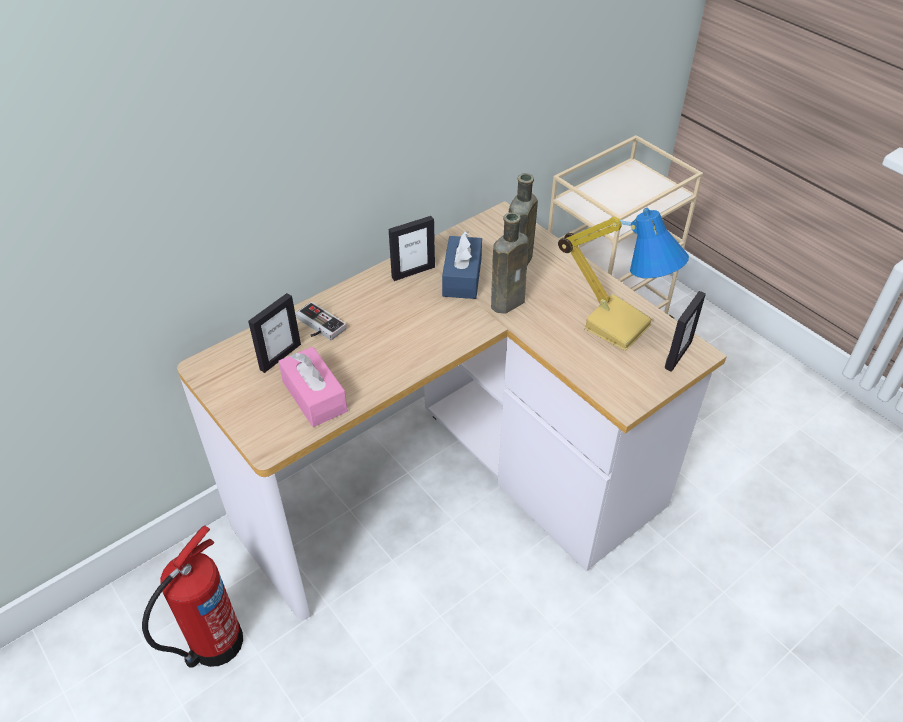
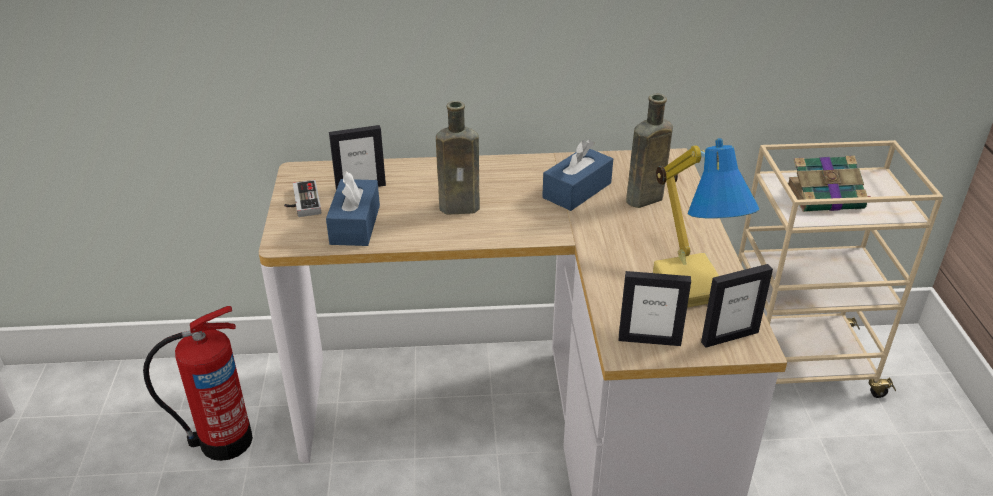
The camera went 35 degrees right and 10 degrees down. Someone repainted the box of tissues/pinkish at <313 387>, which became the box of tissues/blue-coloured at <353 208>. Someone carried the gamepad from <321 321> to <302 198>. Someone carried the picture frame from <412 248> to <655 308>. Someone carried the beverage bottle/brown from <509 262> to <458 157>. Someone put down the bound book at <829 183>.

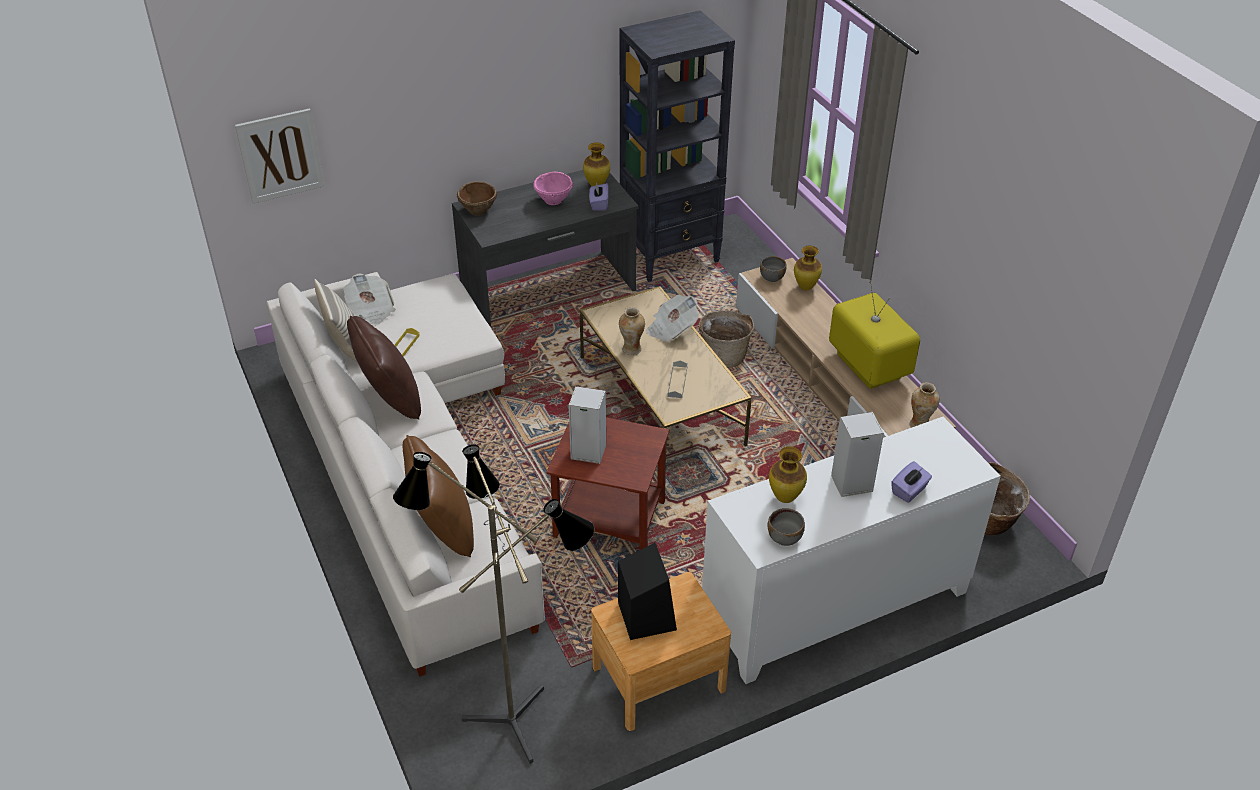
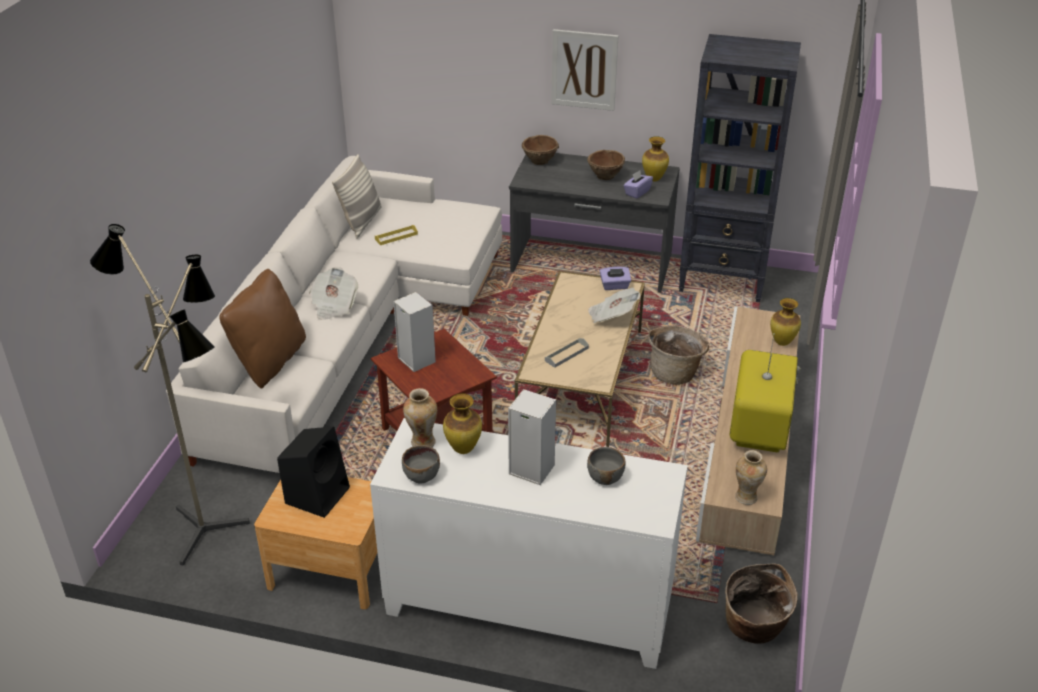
The camera went 40 degrees right and 5 degrees down. Someone carried the wall art from <279 156> to <584 70>. Someone carried the newspaper from <369 299> to <333 293>. Someone took away the cushion/brown at <384 367>. Someone repainted the deep dish/pinkish at <553 188>, which became the deep dish/brown at <606 165>. Someone carried the flower vase from <632 331> to <420 417>. Someone carried the deep dish/grey from <773 269> to <606 466>. Someone carried the box of tissues/purple from <911 482> to <615 278>.

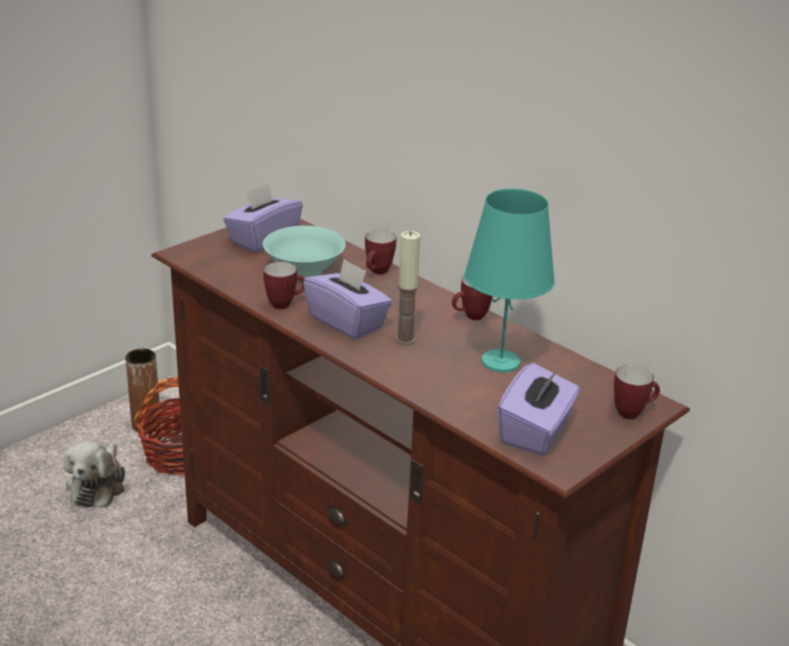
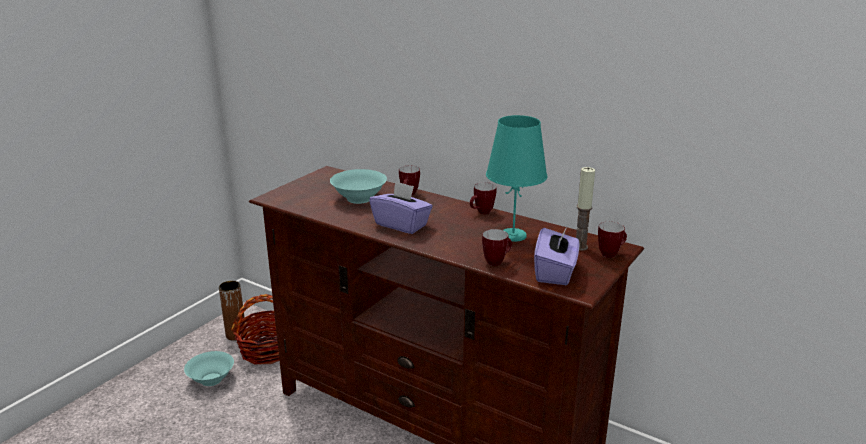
The camera went 10 degrees left and 5 degrees down. Someone swapped the plush toy at <94 474> for the deep dish/turquoise-coloured at <209 368>. Someone took away the box of tissues/purple at <263 218>. Someone carried the coffee mug from <283 285> to <497 247>. Someone carried the wax light from <407 288> to <585 209>.

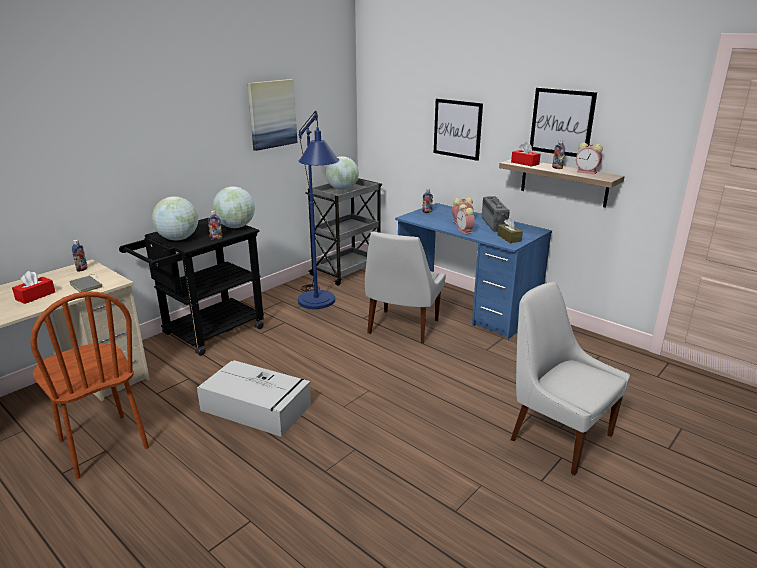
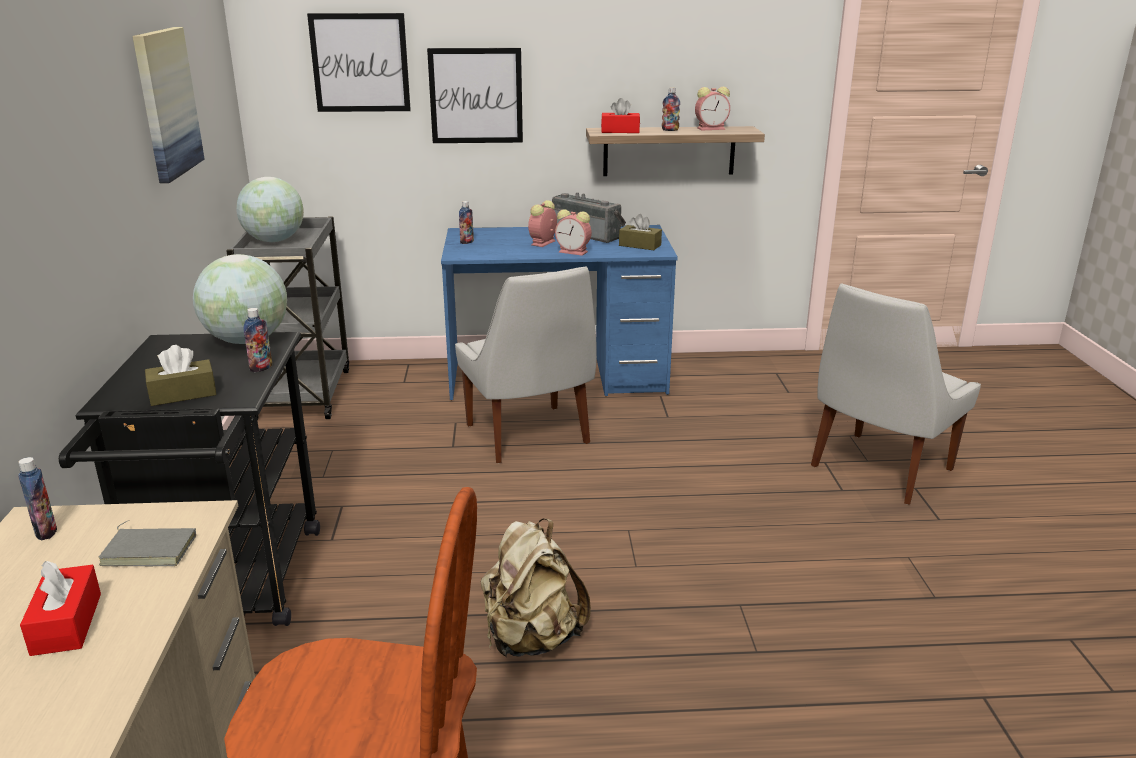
The camera went 45 degrees left and 0 degrees up. Someone swapped the world globe at <175 218> for the box of tissues/brown at <181 375>. Someone swapped the storage bin/grey at <254 398> for the rucksack/beige-coloured at <536 587>. Someone took away the floor lamp/blue-coloured at <318 210>. Someone rotated the upright chair/white-coloured at <570 378> by 45 degrees counterclockwise. Someone carried the wall art from <563 122> to <359 62>.

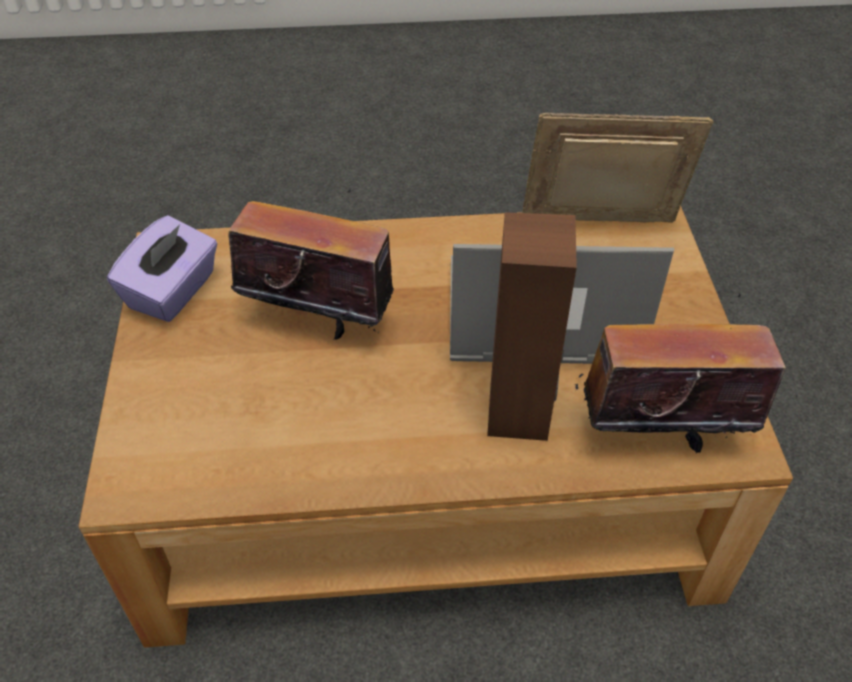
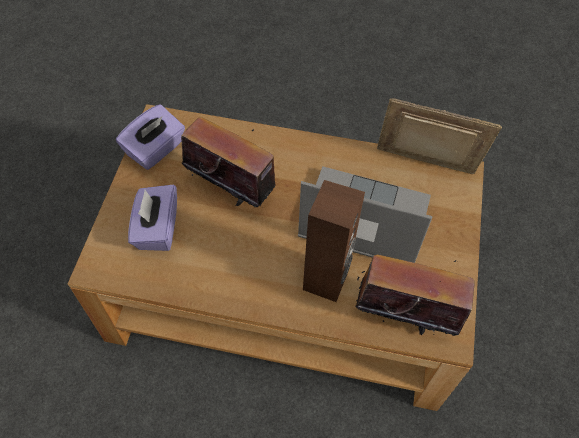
The camera went 15 degrees right and 10 degrees up. Someone put down the box of tissues/purple at <152 217>.

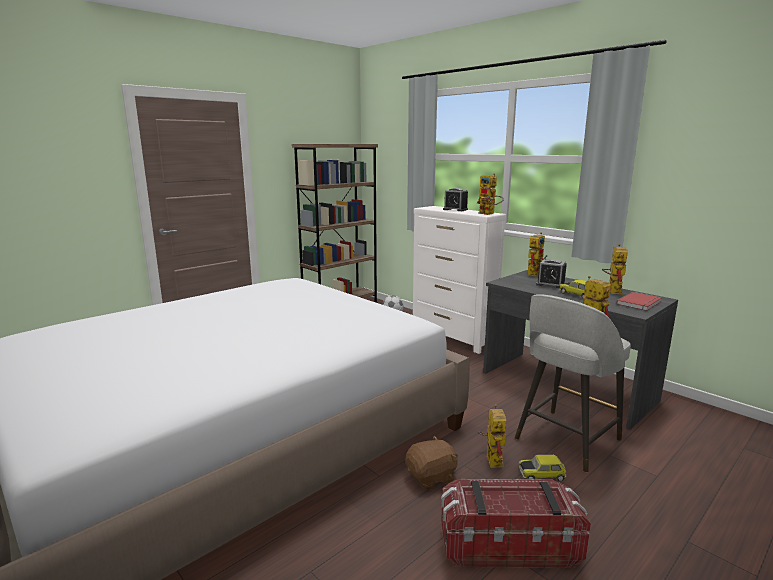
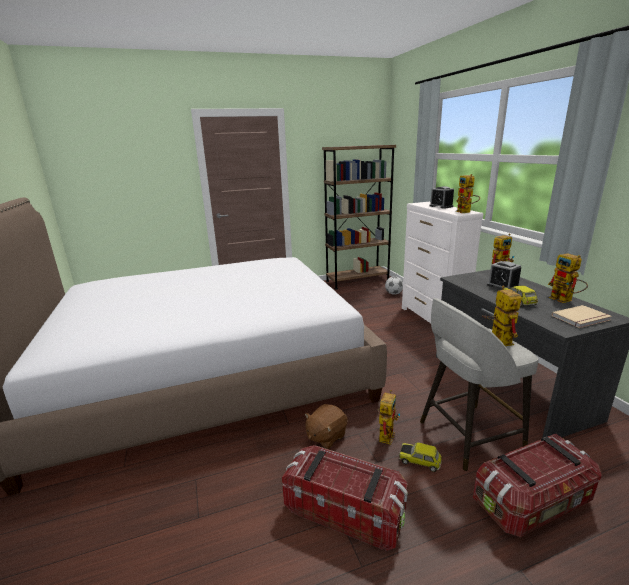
The camera went 25 degrees right and 5 degrees up. Someone rotated the plush toy/brown at <432 463> by 135 degrees clockwise. Someone rotated the model robot at <615 269> by 120 degrees clockwise. Someone repainted the bound book/reddish at <639 301>, which became the bound book/beige-coloured at <582 316>. Someone put down the storage bin at <537 485>.

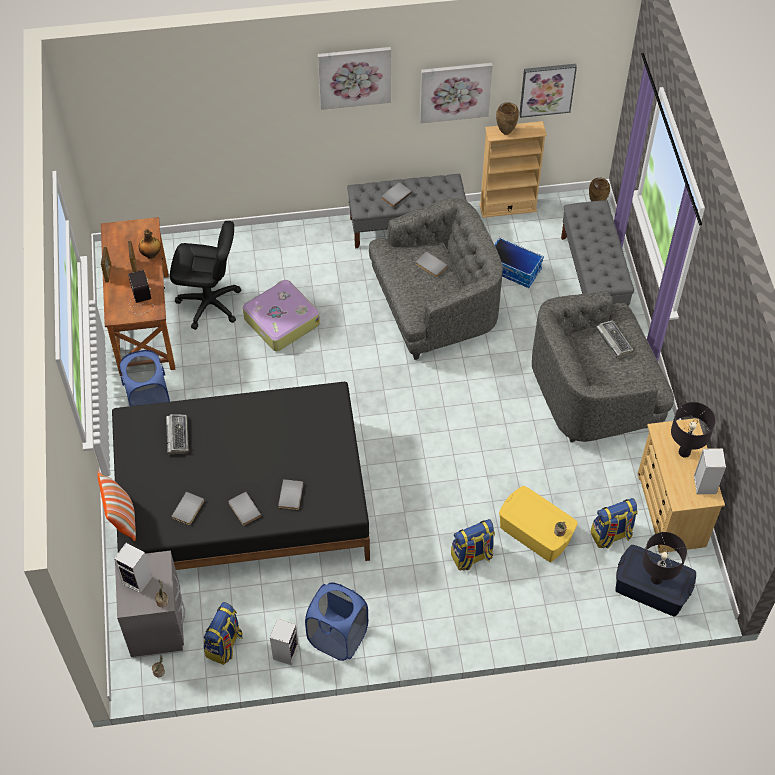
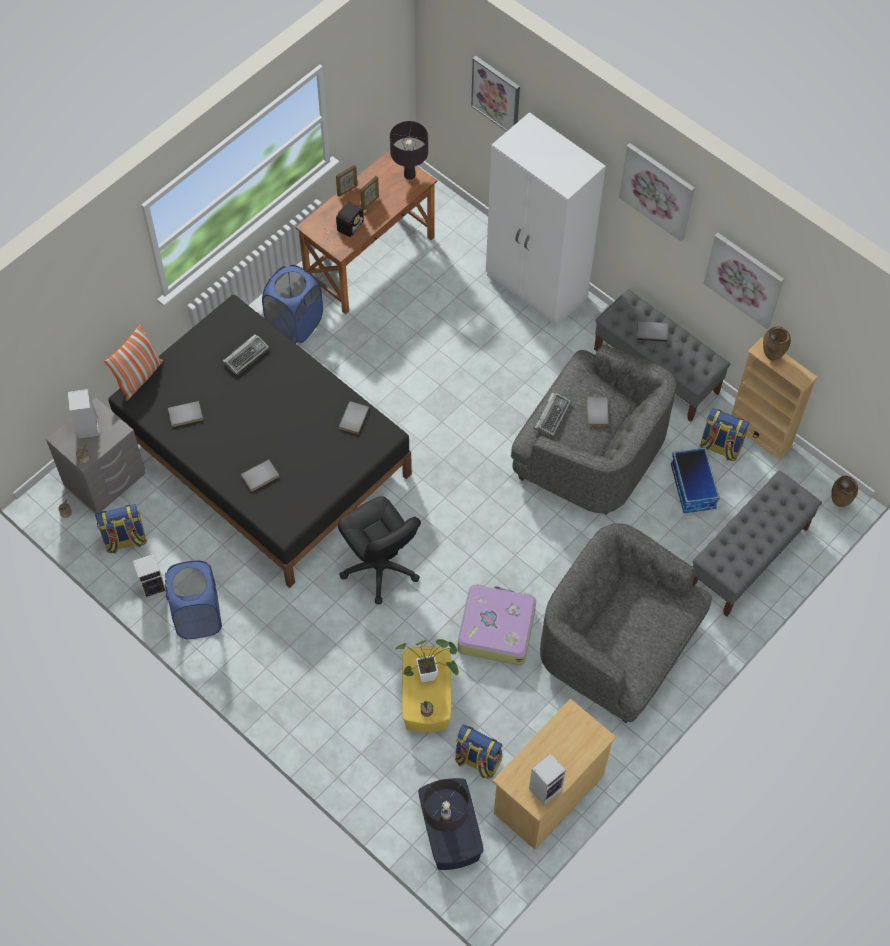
The camera went 50 degrees right and 5 degrees up. Someone took away the beverage bottle at <149 244>. Someone carried the office chair/blackish from <205 275> to <379 550>. Someone carried the bound book/grey from <245 508> to <354 418>. Someone carried the suitcase from <281 315> to <497 624>. Someone carried the rucksack from <473 545> to <724 434>. Someone carried the wall art from <548 91> to <495 94>. Someone carried the computer keyboard from <615 339> to <552 415>. Someone carried the lamp for a table/blackish from <693 430> to <409 150>. Someone put down the potted plant at <427 660>. Someone put down the wardrobe/white-coloured at <546 219>.

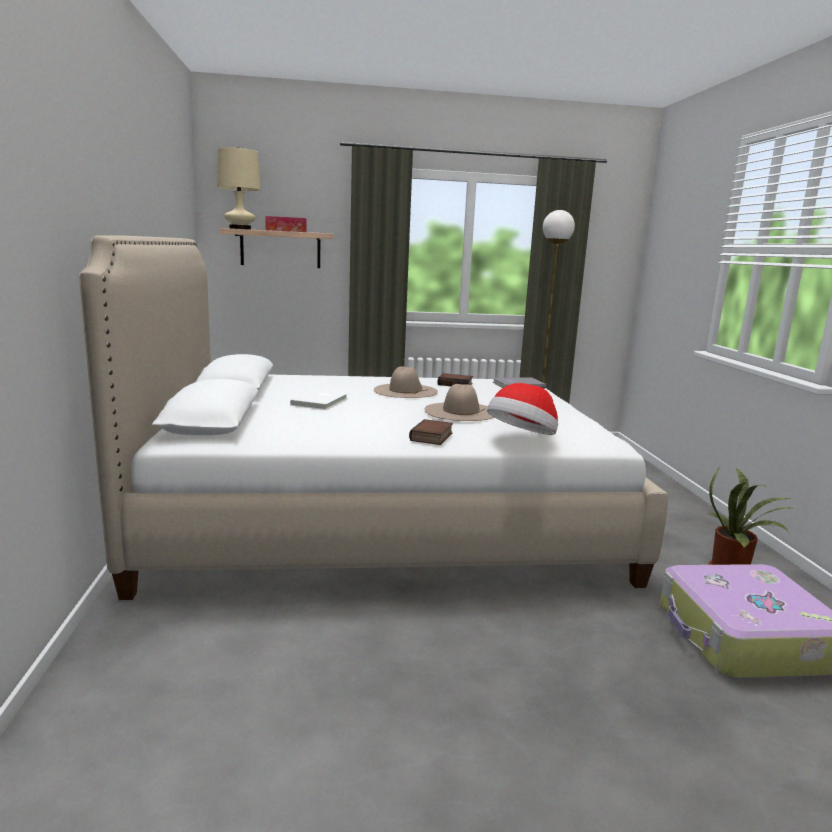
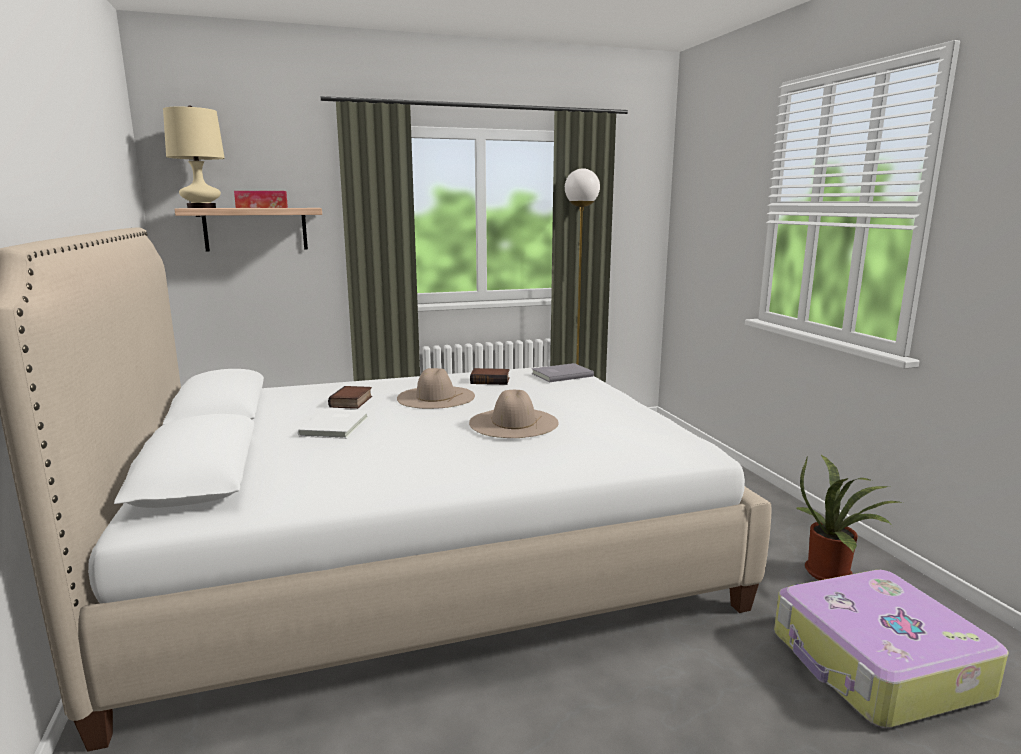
The camera went 10 degrees left and 0 degrees up. Someone carried the bound book from <431 432> to <350 397>. Someone took away the hat at <522 409>.

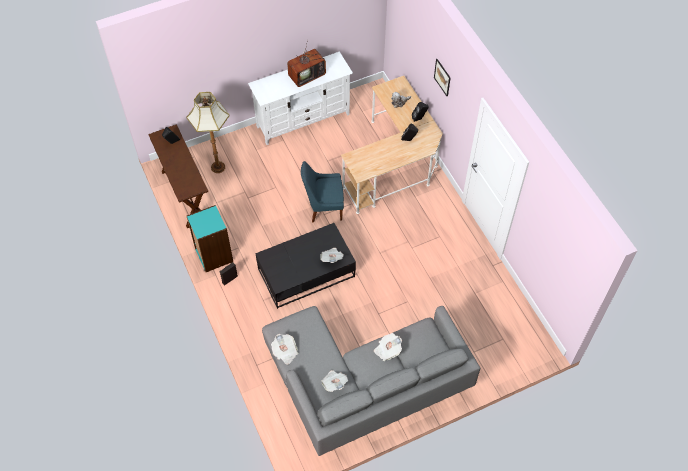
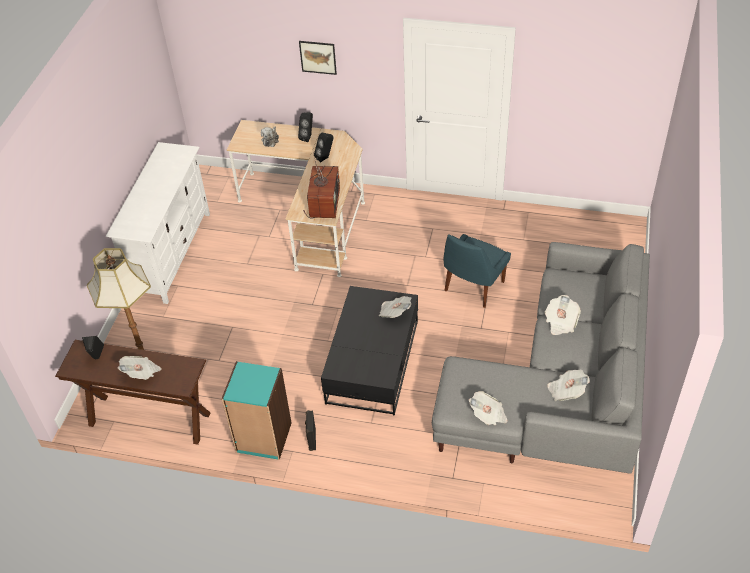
The camera went 50 degrees left and 10 degrees down. Someone carried the TV set from <306 63> to <321 185>. Someone carried the upright chair/blue-coloured from <322 191> to <477 271>. Someone put down the newspaper at <140 368>.

